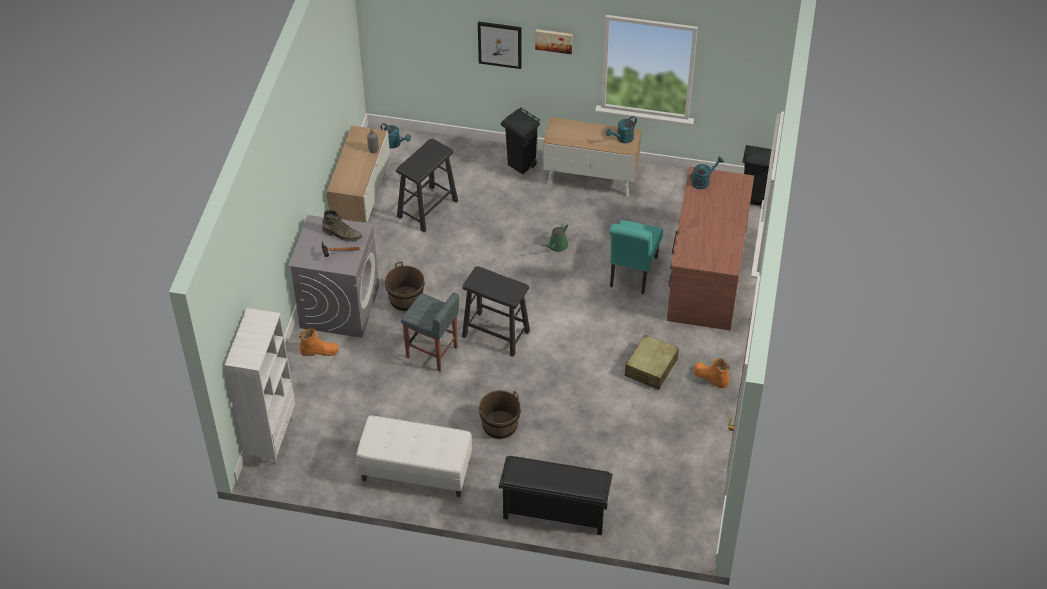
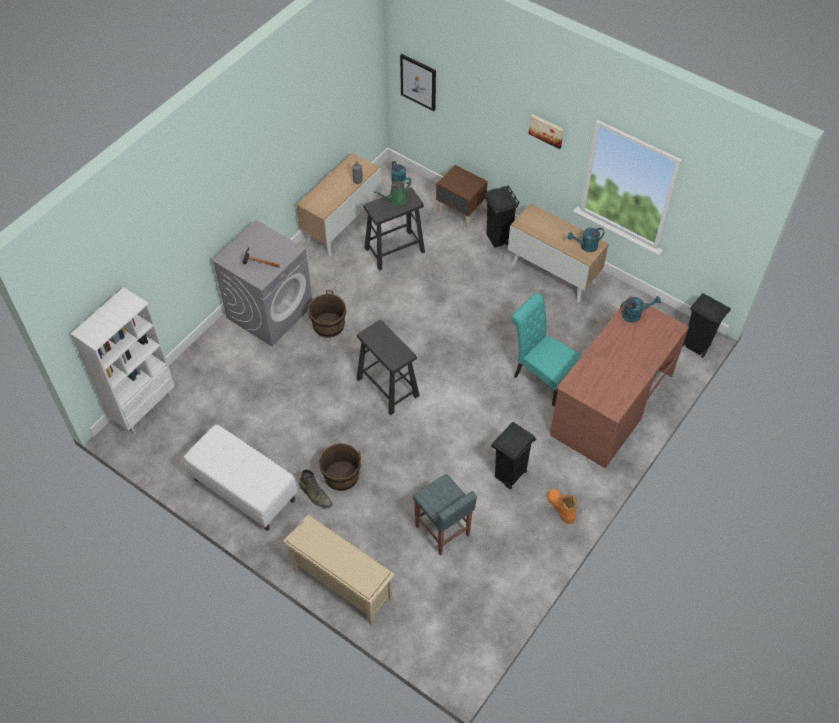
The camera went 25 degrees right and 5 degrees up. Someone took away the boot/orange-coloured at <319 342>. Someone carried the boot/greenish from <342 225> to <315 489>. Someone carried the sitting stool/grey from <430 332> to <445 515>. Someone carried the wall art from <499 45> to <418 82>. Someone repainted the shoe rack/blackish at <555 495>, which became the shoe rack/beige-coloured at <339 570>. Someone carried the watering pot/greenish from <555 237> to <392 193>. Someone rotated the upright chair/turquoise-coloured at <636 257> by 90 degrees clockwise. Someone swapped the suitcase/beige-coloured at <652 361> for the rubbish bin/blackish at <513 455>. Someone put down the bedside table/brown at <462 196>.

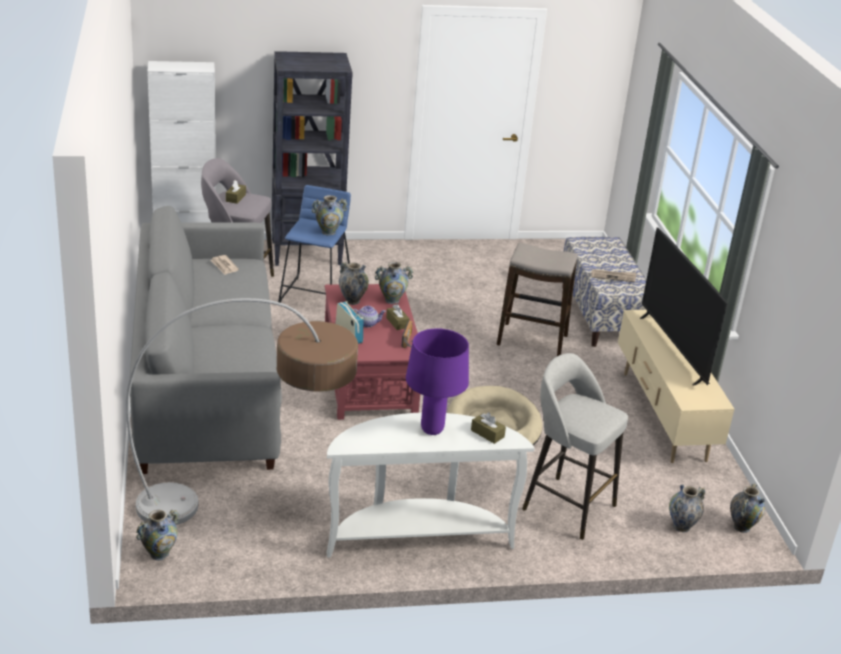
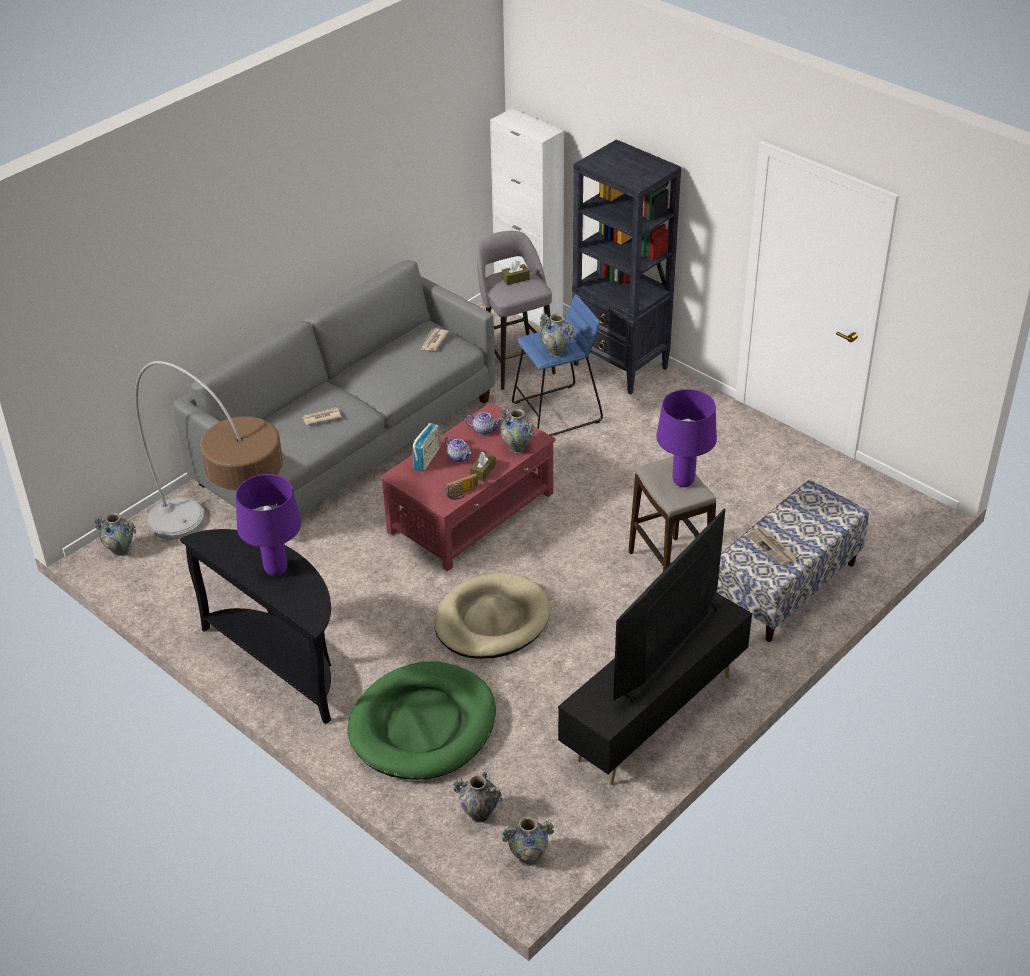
The camera went 55 degrees right and 10 degrees up. Someone repainted the console table/white-coloured at <430 485>, which became the console table/blackish at <255 626>. Someone swapped the flower vase at <354 283> for the teapot at <483 423>. Someone took away the box of tissues/brown at <488 428>. Someone swapped the sitting stool/grey at <575 446> for the dog cushion/greenish at <422 721>. Someone repainted the media console/beige-coloured at <676 386>, which became the media console/blackish at <655 689>. Someone put down the newspaper at <322 416>. Someone put down the lamp for a table/purple at <686 438>.

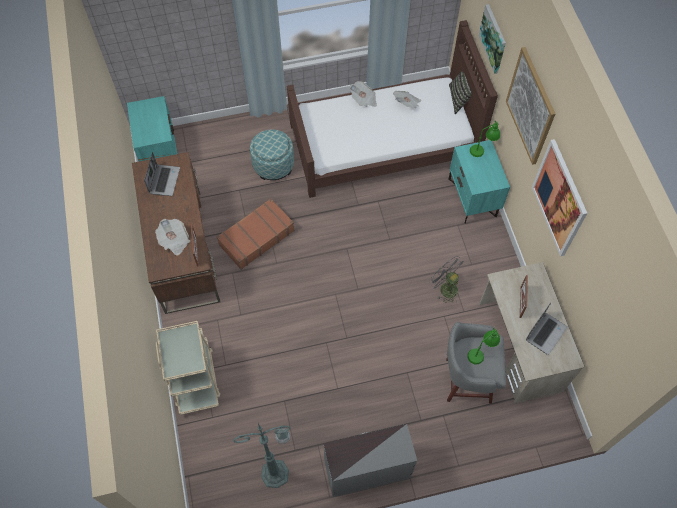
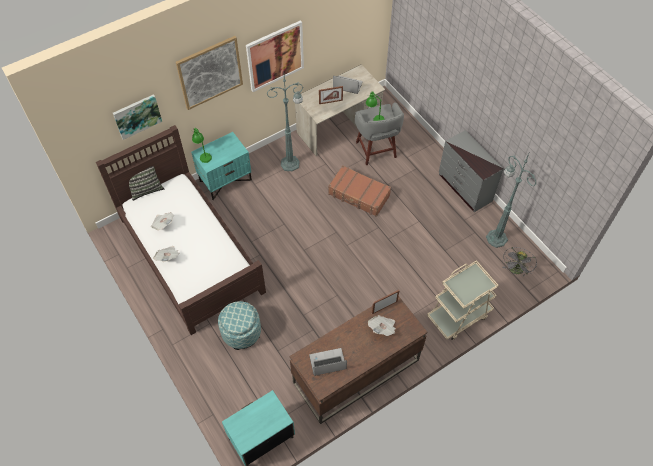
The camera went 110 degrees left and 5 degrees down. Someone carried the suitcase/brown from <256 234> to <359 191>. Someone carried the cooling fan/grey from <446 279> to <519 260>. Someone put down the floor lamp/greenish at <285 123>.

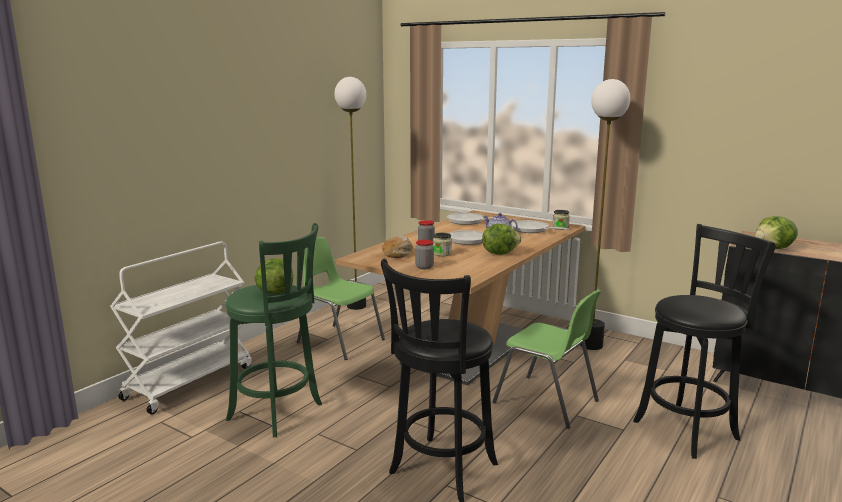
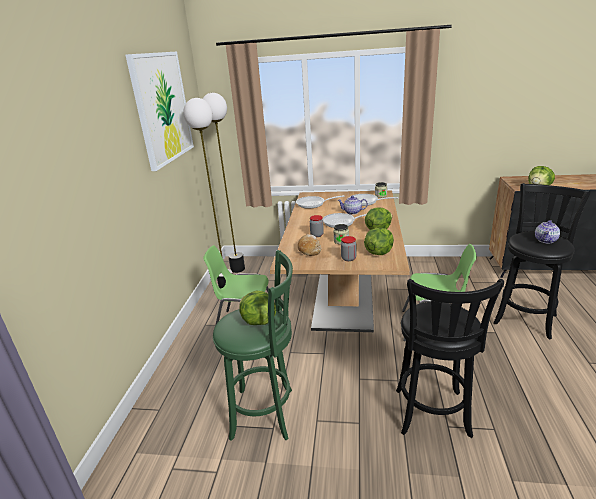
The camera went 25 degrees left and 10 degrees up. Someone took away the wheeled cart/white-coloured at <181 327>. Someone carried the floor lamp from <605 214> to <224 183>. Someone put up the wall art at <159 111>. Someone put down the lettuce head at <379 241>. Someone put down the teapot at <547 231>.

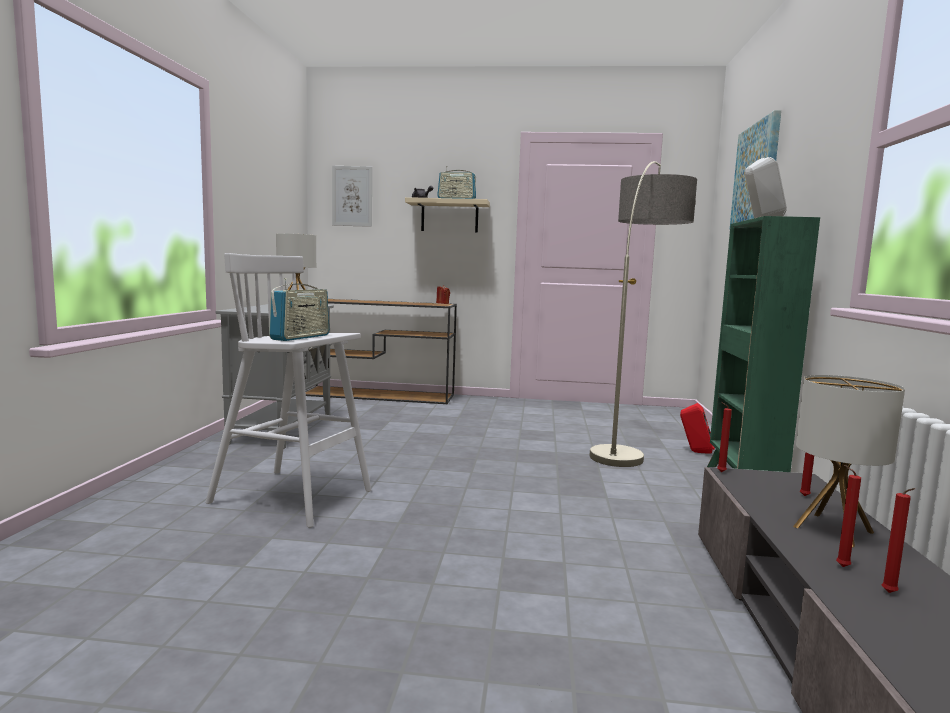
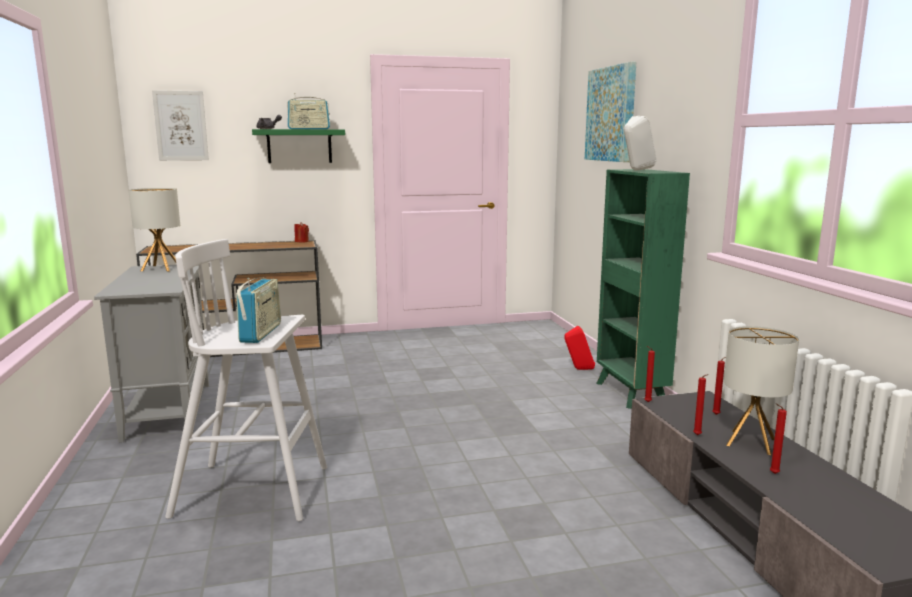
The camera went 20 degrees left and 5 degrees up. Someone repainted the shelf/beige-coloured at <447 215>, which became the shelf/greenish at <298 146>. Someone took away the floor lamp at <643 314>. Someone carried the wax light/reddish from <898 540> to <701 404>.

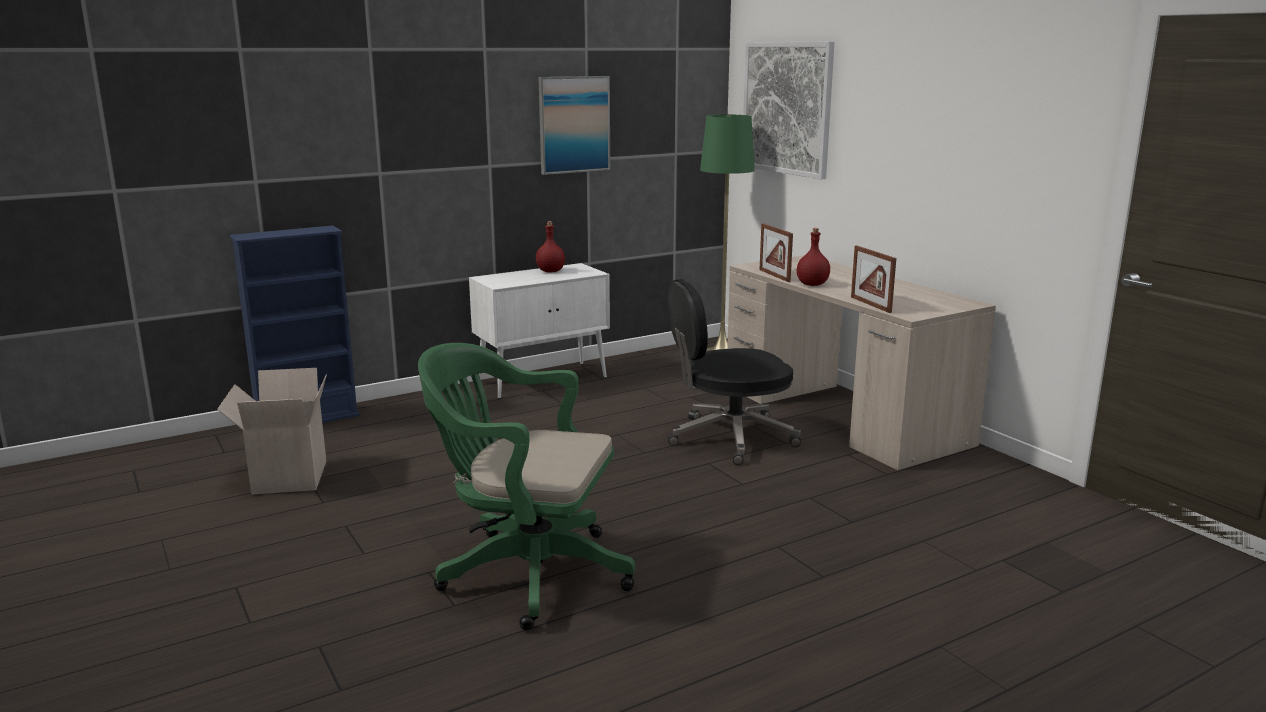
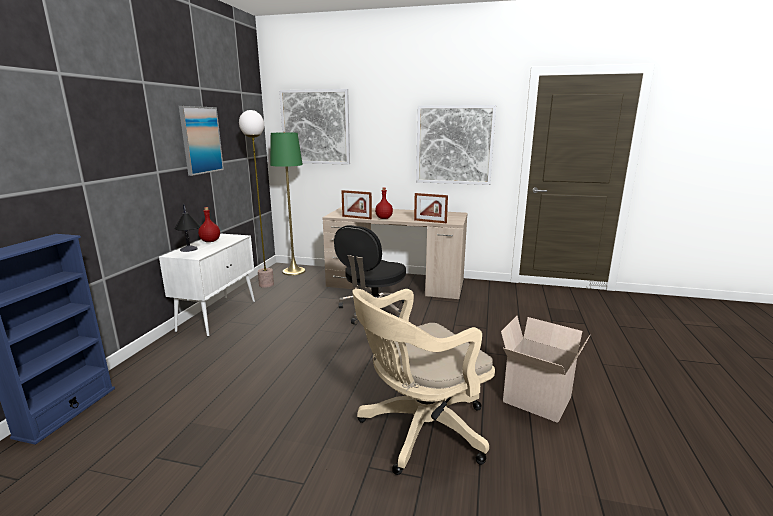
The camera went 45 degrees left and 0 degrees up. Someone carried the carton from <272 431> to <546 369>. Someone repainted the office chair/greenish at <526 486>, which became the office chair/beige-coloured at <423 382>. Someone put down the lamp for a table at <187 228>. Someone put down the floor lamp at <256 199>. Someone put up the wall art at <456 145>.

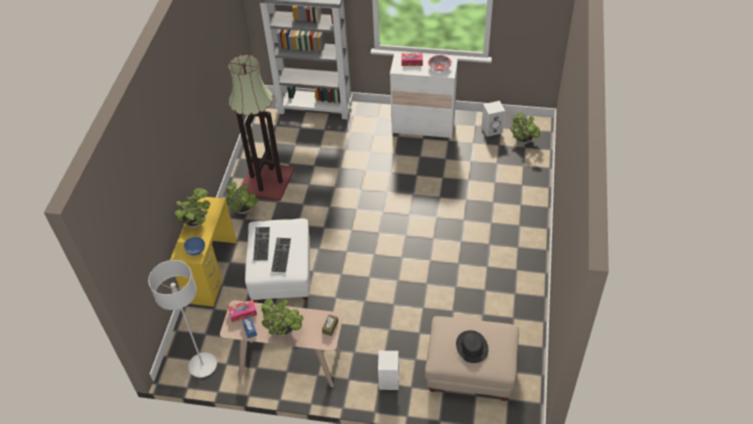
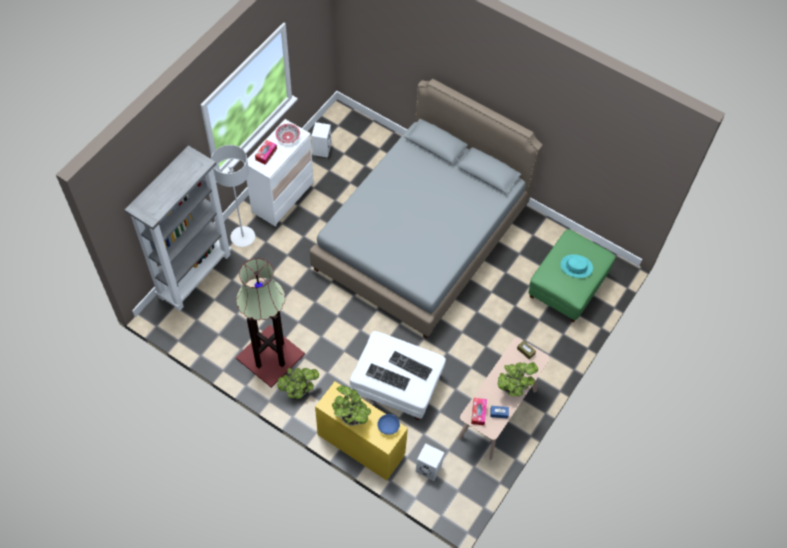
The camera went 70 degrees left and 10 degrees up. Someone carried the floor lamp/grey from <182 319> to <233 196>. Someone carried the audio speaker/white-coloured from <388 370> to <429 462>. Someone repainted the footrest/beige-coloured at <472 358>, which became the footrest/greenish at <572 276>. Someone repainted the hat/blackish at <472 346>, which became the hat/turquoise-coloured at <576 266>. Someone took away the potted plant at <526 128>. Someone put down the bed/grey at <426 209>.

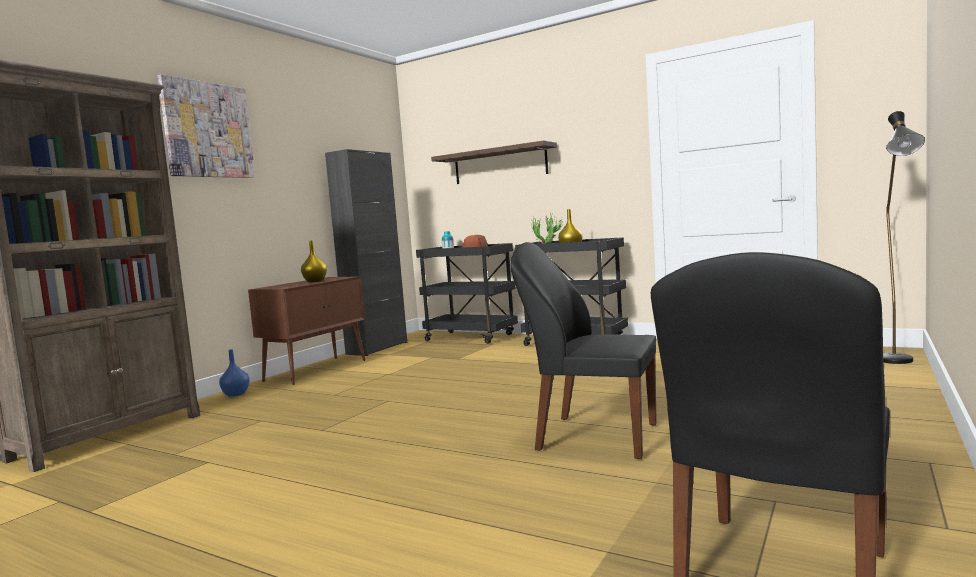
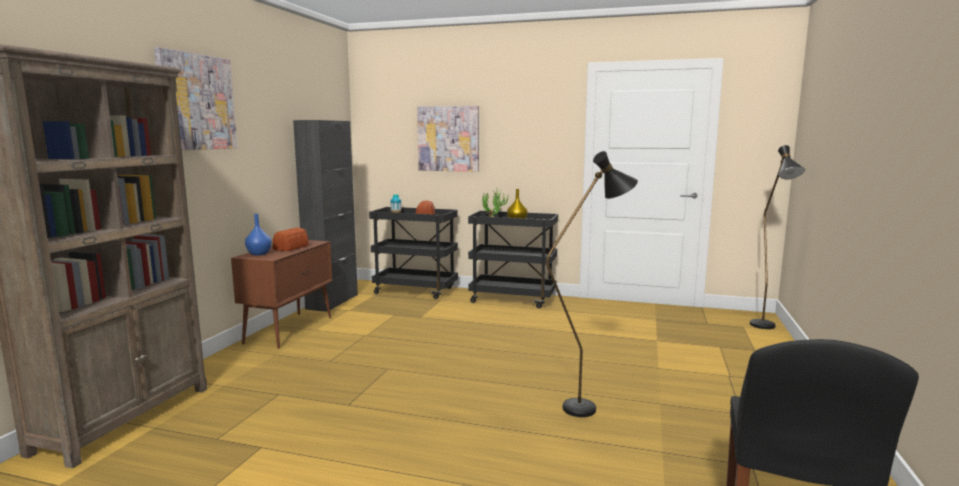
The camera went 15 degrees left and 5 degrees up. Someone carried the flower vase/blue-coloured from <234 373> to <258 235>. Someone swapped the flower vase/yellowish at <314 261> for the baked bread at <290 239>. Someone swapped the shelf at <494 162> for the wall art at <448 139>. Someone swapped the upright chair/blackish at <583 350> for the floor lamp/blackish at <592 284>.

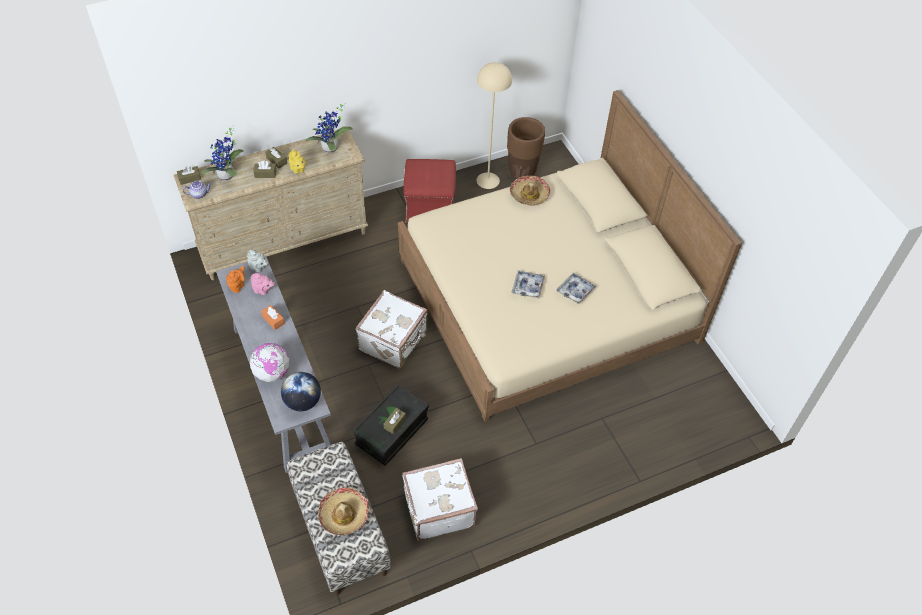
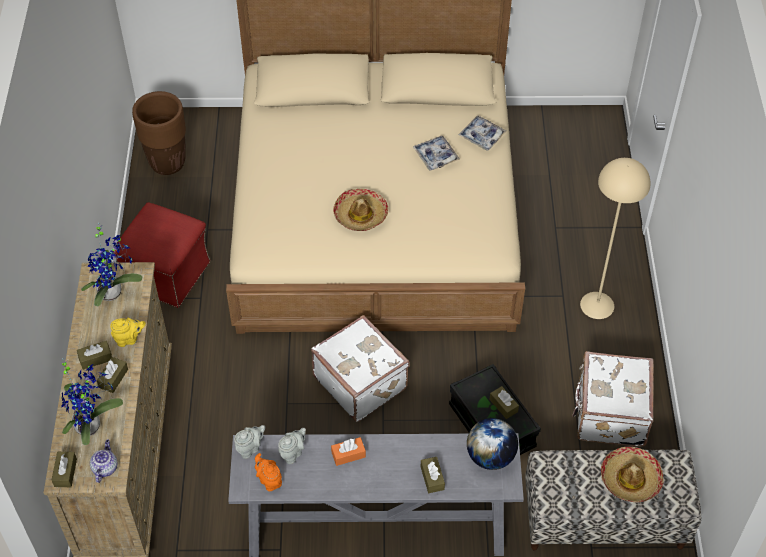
The camera went 65 degrees left and 0 degrees up. Someone swapped the world globe at <269 362> for the box of tissues/brown at <433 475>. Someone repainted the teapot/pinkish at <263 284>, which became the teapot/grey at <292 446>. Someone carried the floor lamp/beige-coloured from <494 125> to <615 238>. Someone carried the hat from <530 191> to <360 210>. Someone carried the tray from <528 284> to <482 133>.

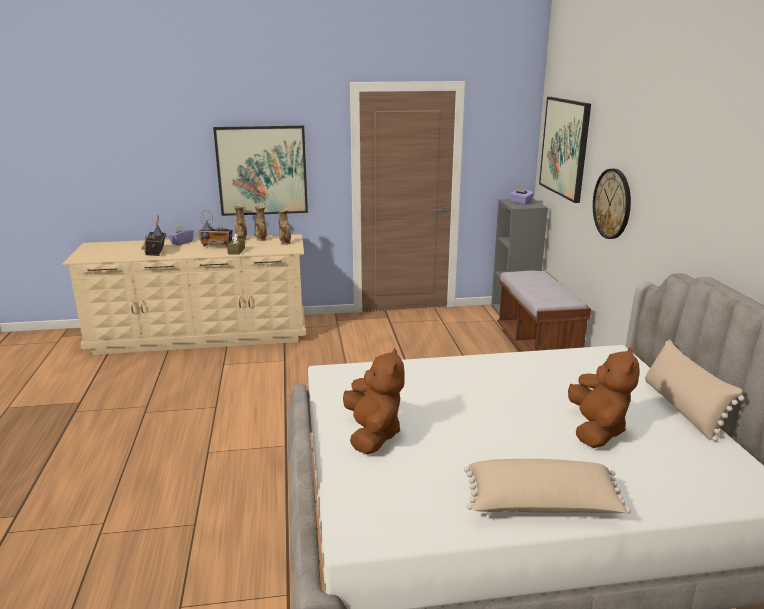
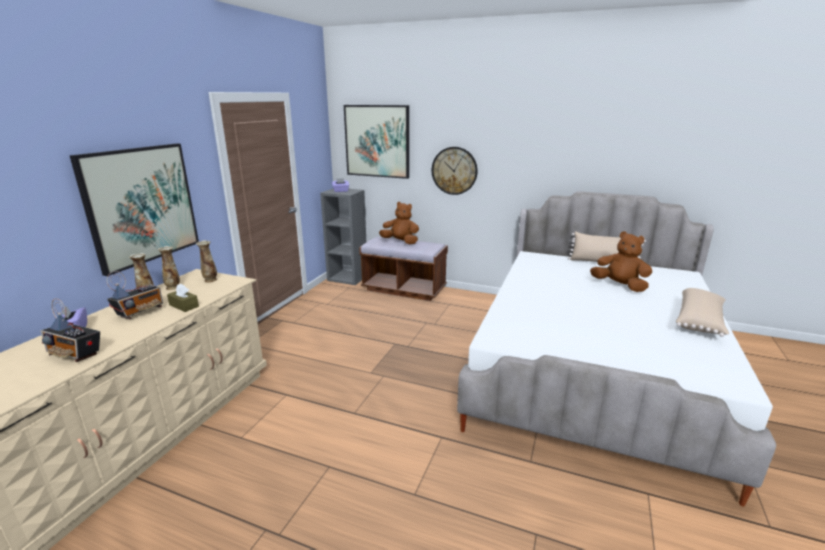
The camera went 60 degrees left and 0 degrees up. Someone carried the plush toy/brown from <374 401> to <399 223>.

